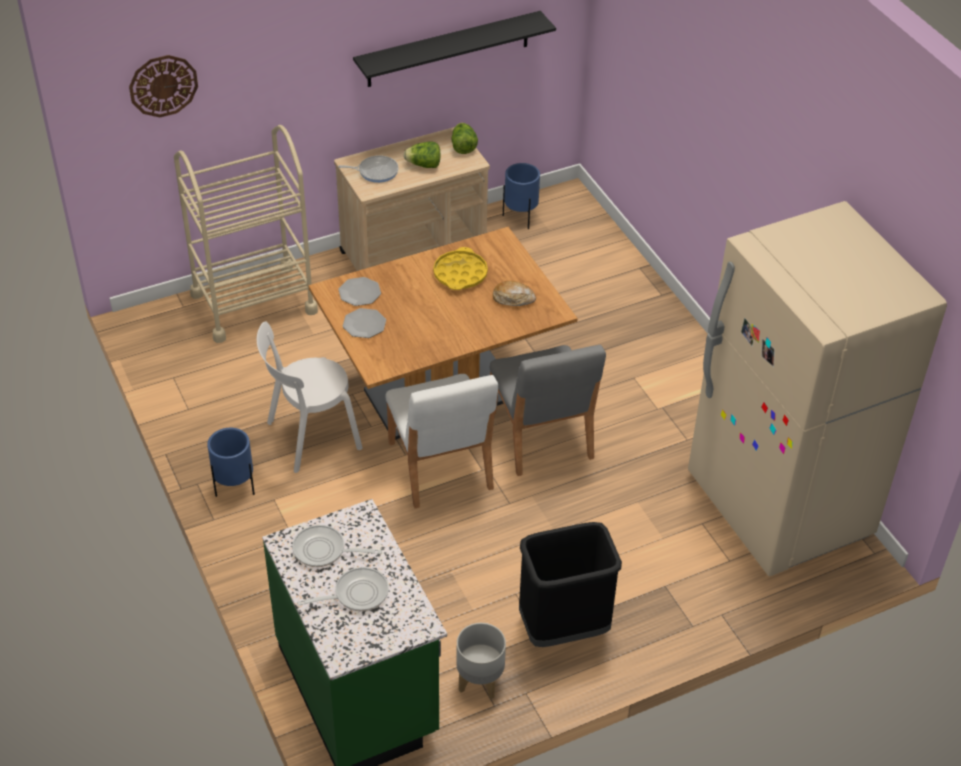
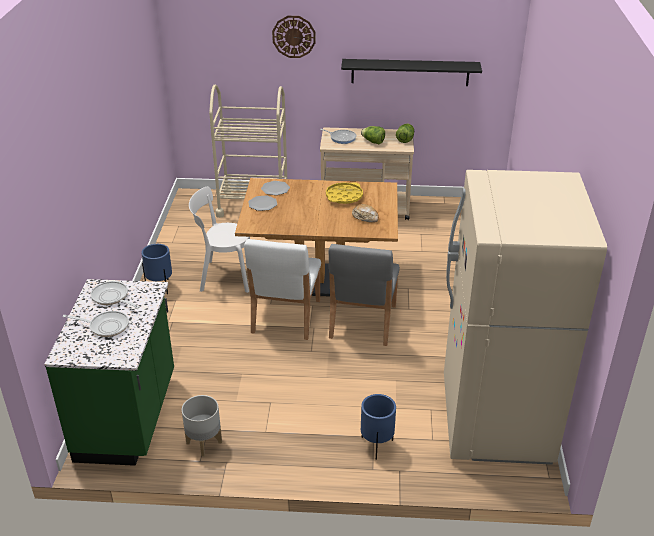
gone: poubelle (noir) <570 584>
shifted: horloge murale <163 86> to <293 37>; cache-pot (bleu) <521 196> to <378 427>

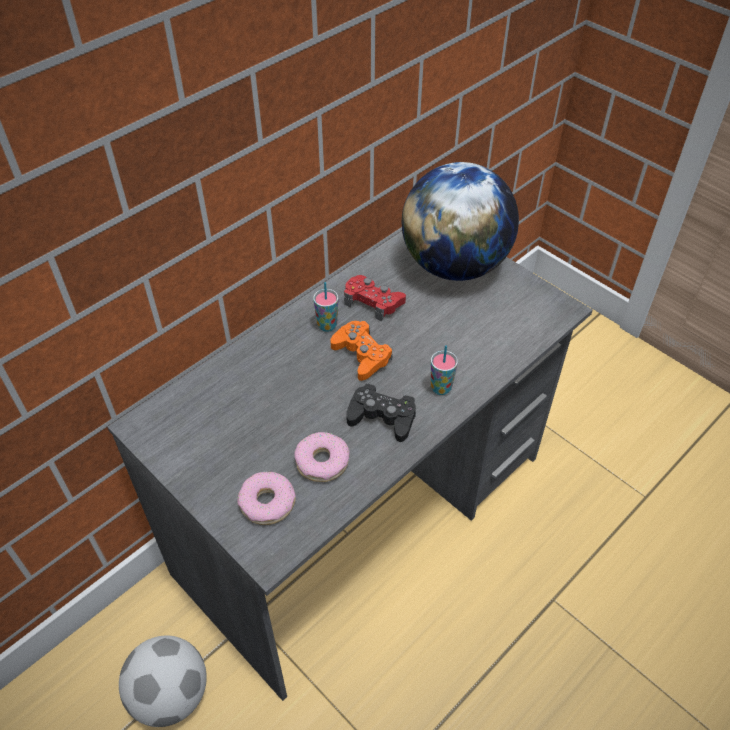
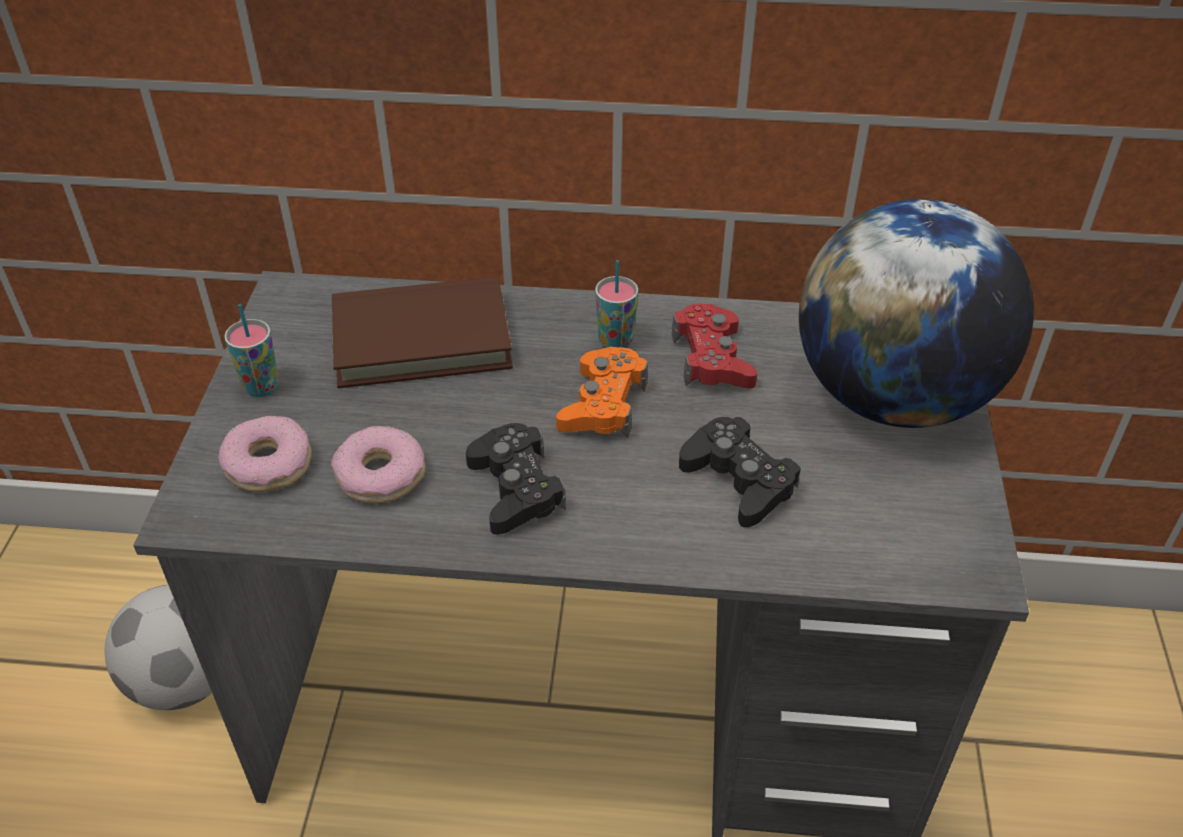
new: livre (marron) <422 332>; manette (noir) <740 472>
shifted: tasse <444 370> to <251 350>

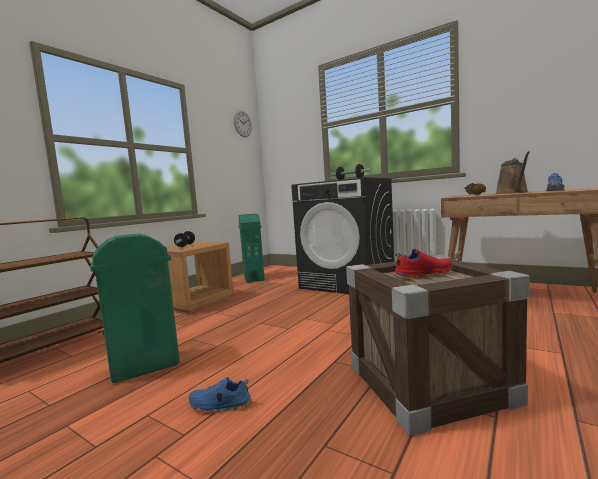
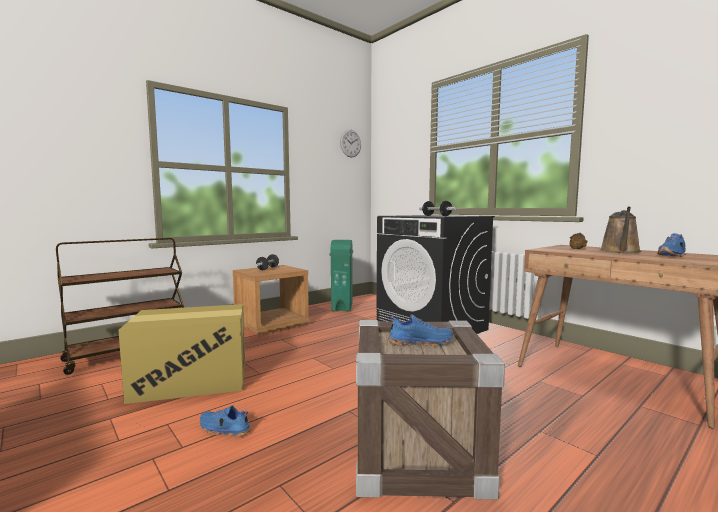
swapped: poubelle (vert) <135 308> to carton <181 354>
repainted: chaussure (rouge) <423 264> to chaussure (bleu) <420 330>

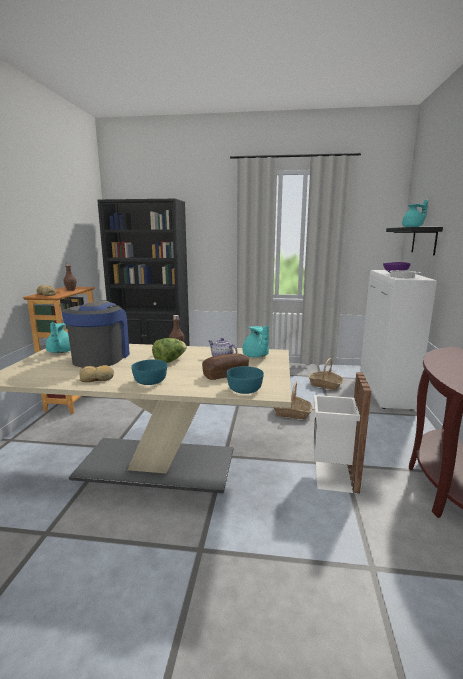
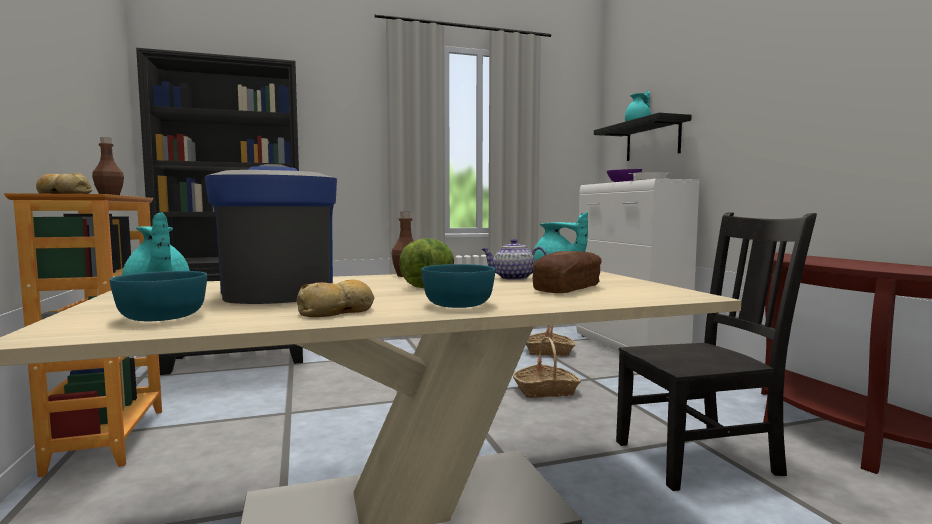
shifted: bol (turquoise) <245 380> to <158 296>
swapped: poubelle (blanc) <342 433> to chaise (noir) <716 351>

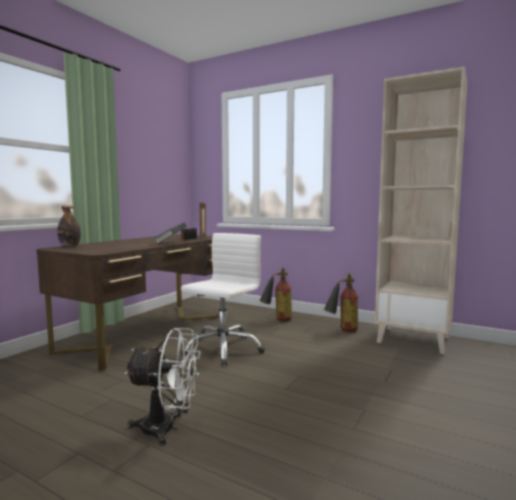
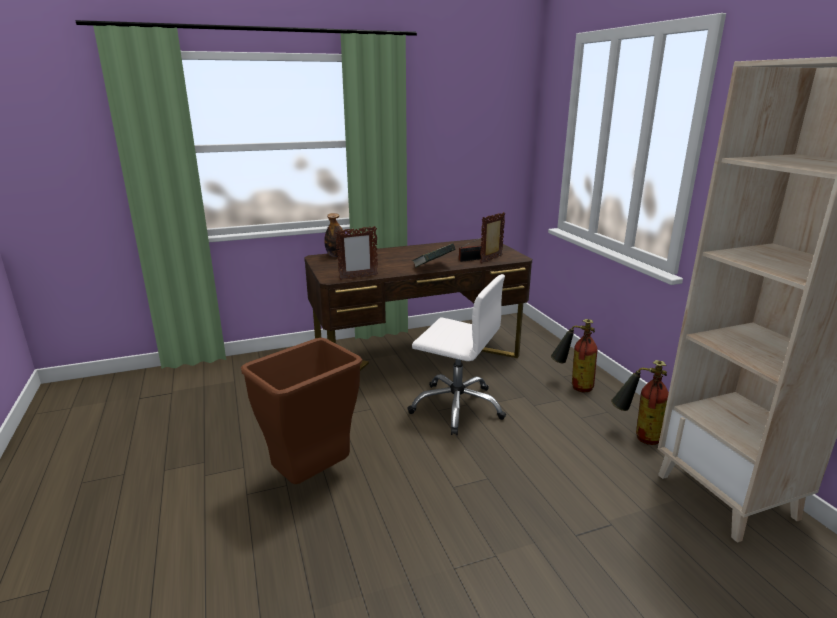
new: cadre photo <356 253>
swapped: ventilateur (blanc) <162 387> to poubelle (marron) <301 411>
rotated: chaise de bureau (blanc) <223 299> = <456 354> 45 degrees clockwise

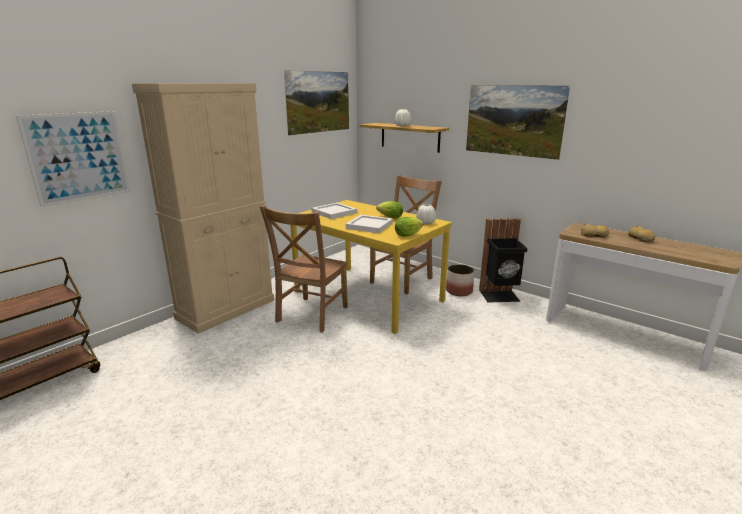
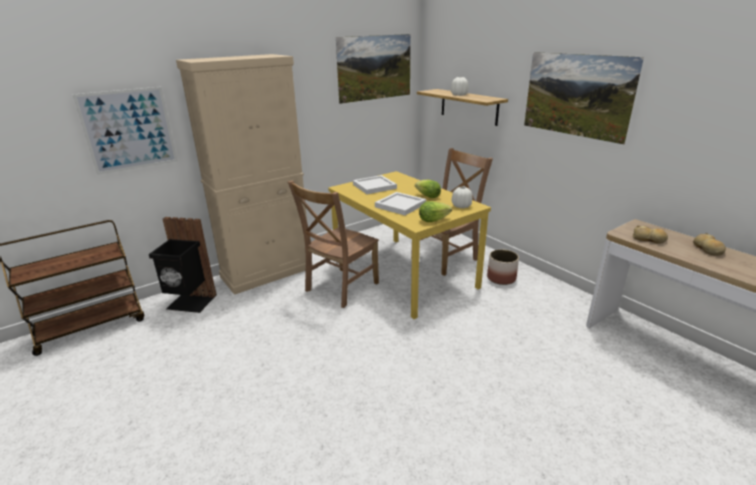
shifted: poubelle (noir) <503 260> to <183 265>

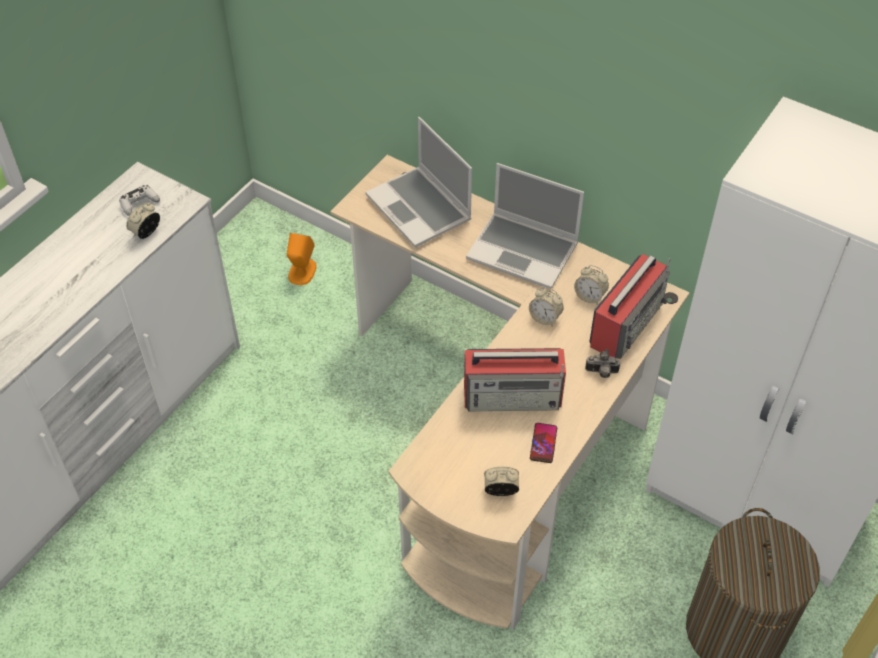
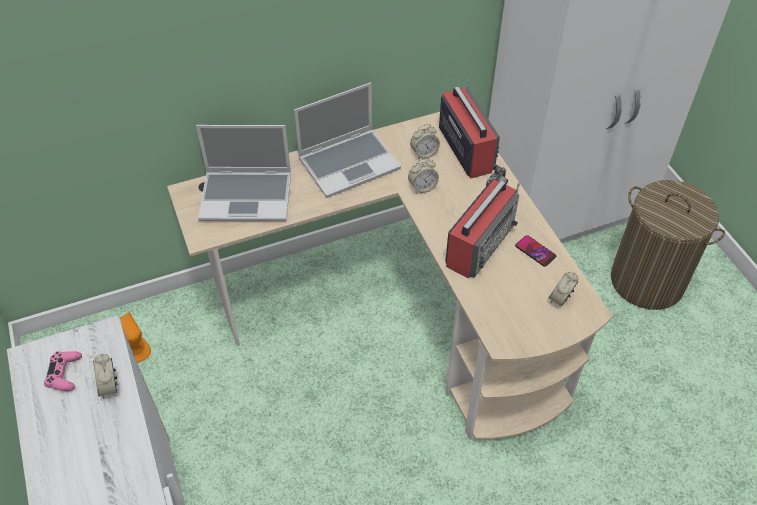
repainted: manette (blanc) <139 200> to manette (rose) <63 371>

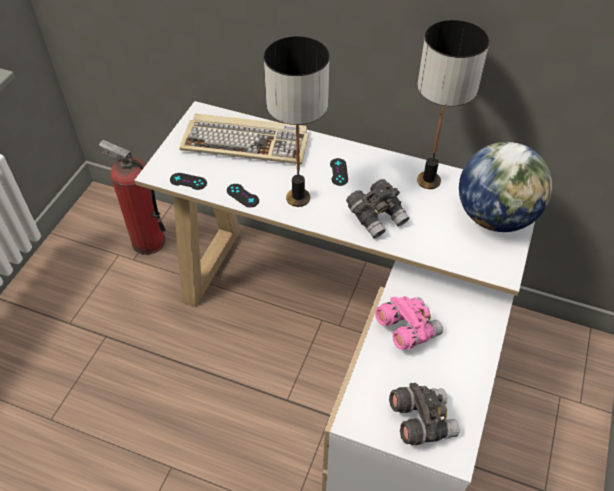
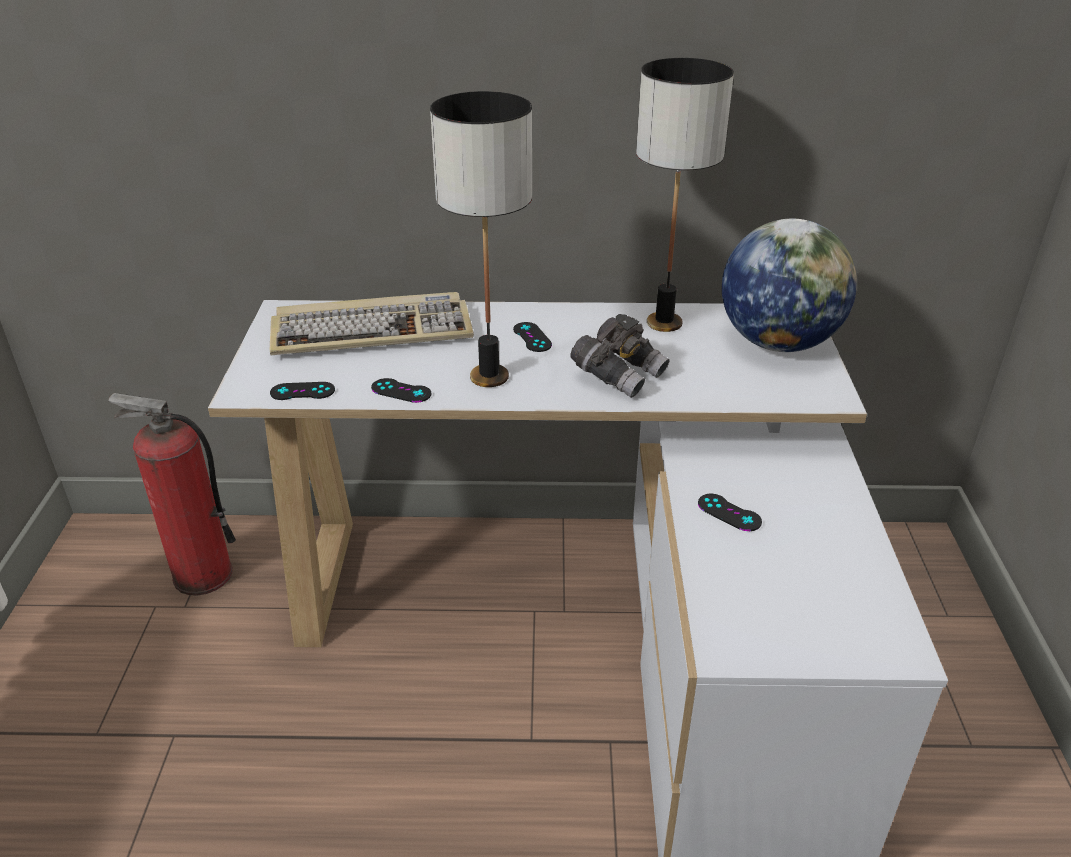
gone: jumelles (gris) <424 414>
swapped: jumelles (rose) <409 323> to manette (noir) <730 512>

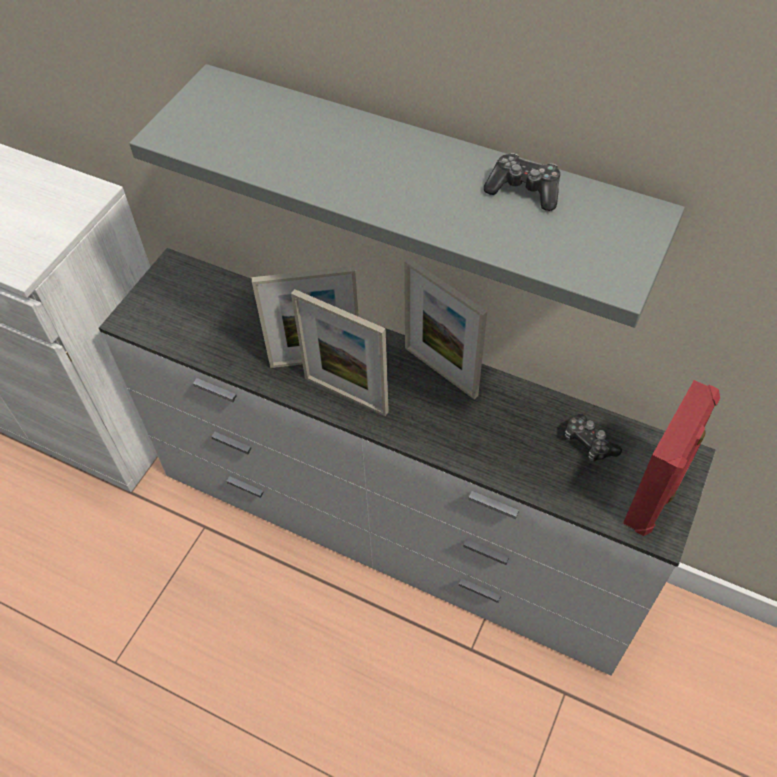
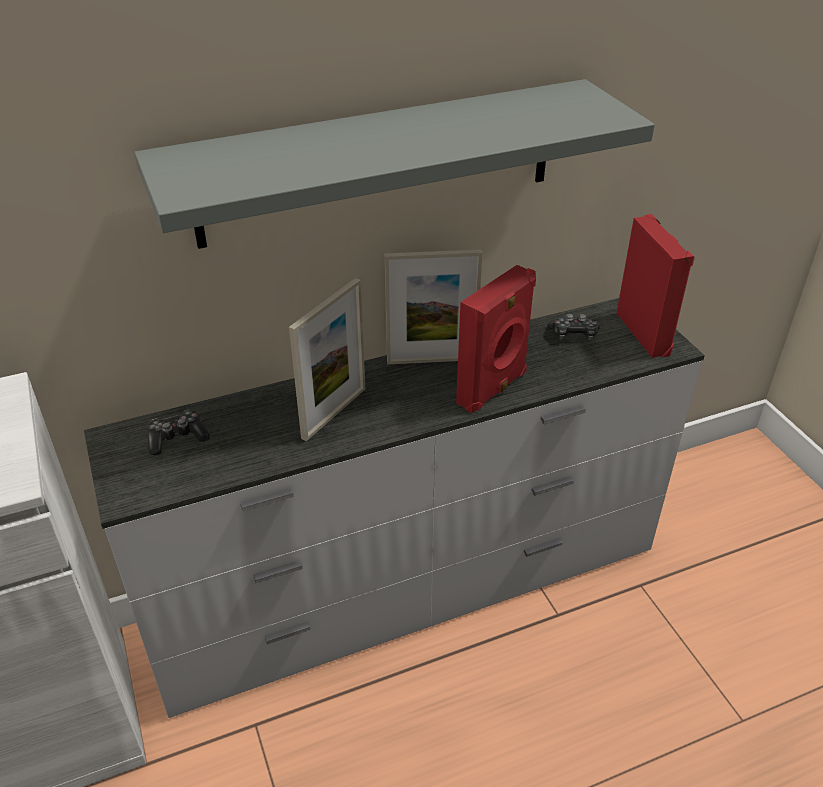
gone: cadre photo <340 352>
new: enceinte (rouge) <496 339>
shifted: manette <522 182> to <178 432>

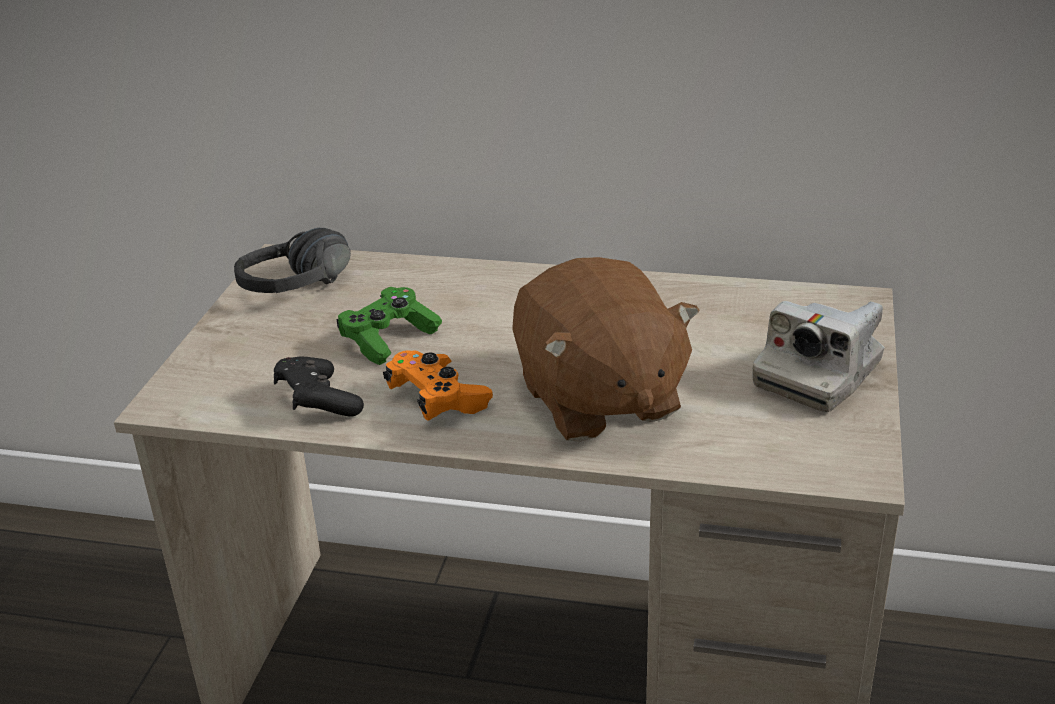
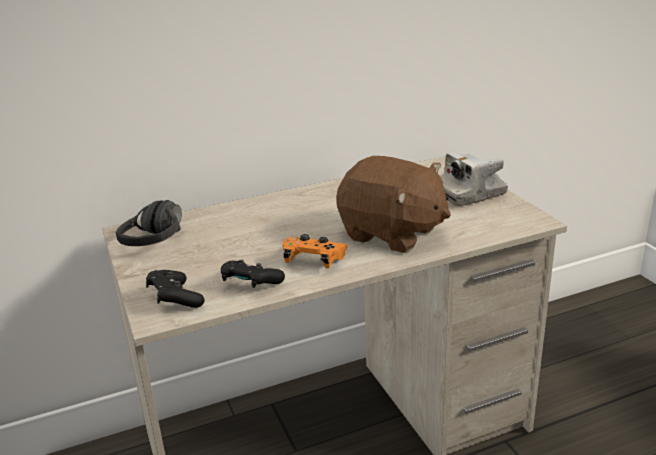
gone: manette (vert) <389 326>
new: manette (noir) <175 289>
rotated: appareil photo <818 356> = <474 178> 60 degrees clockwise

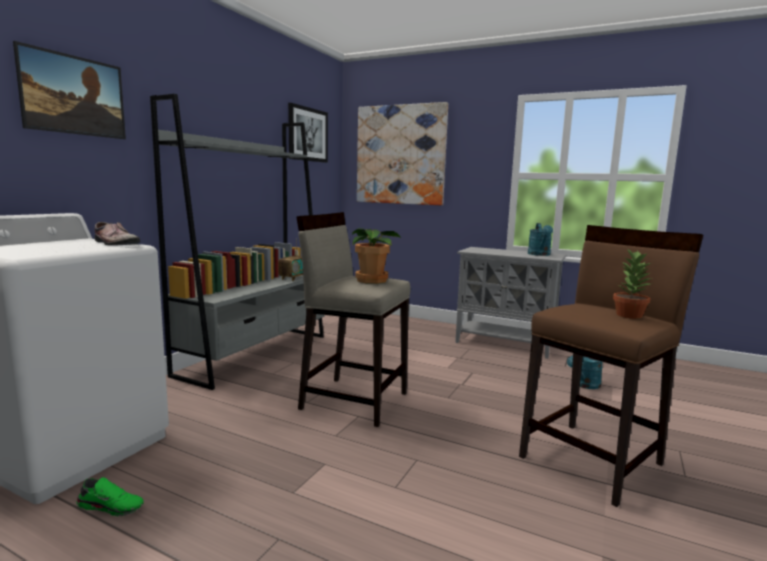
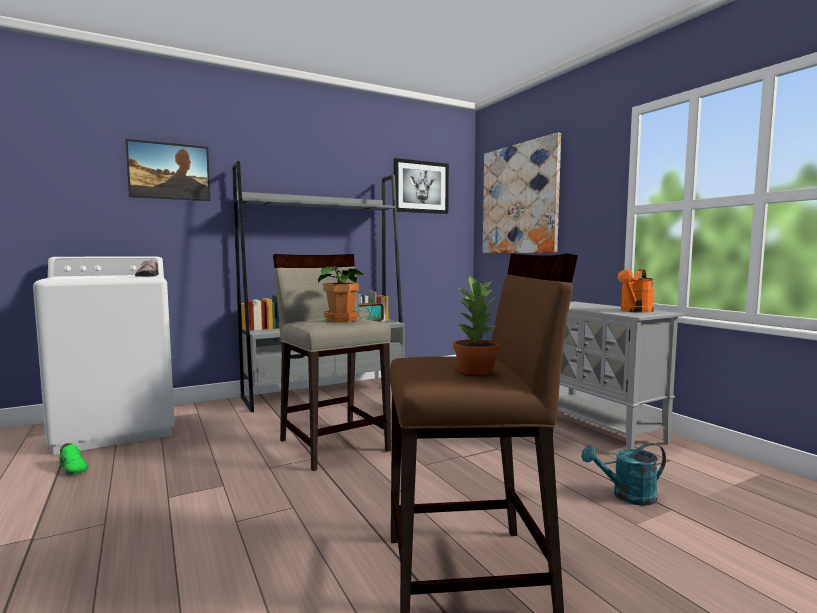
repainted: arrosoir (turquoise) <540 239> to arrosoir (orange) <636 291>

